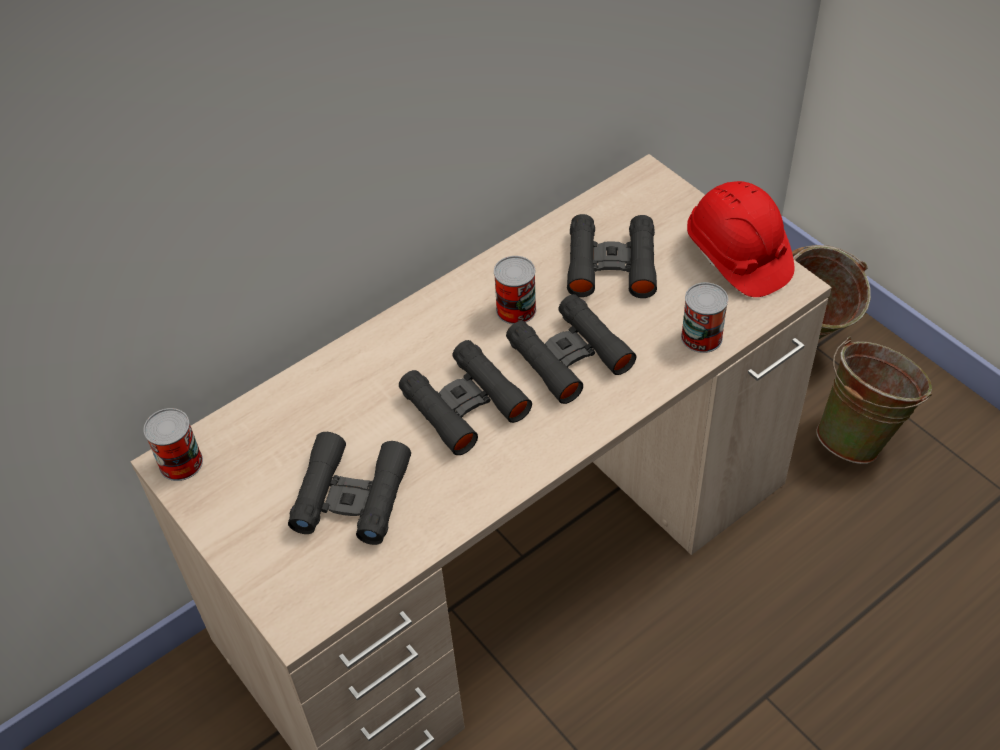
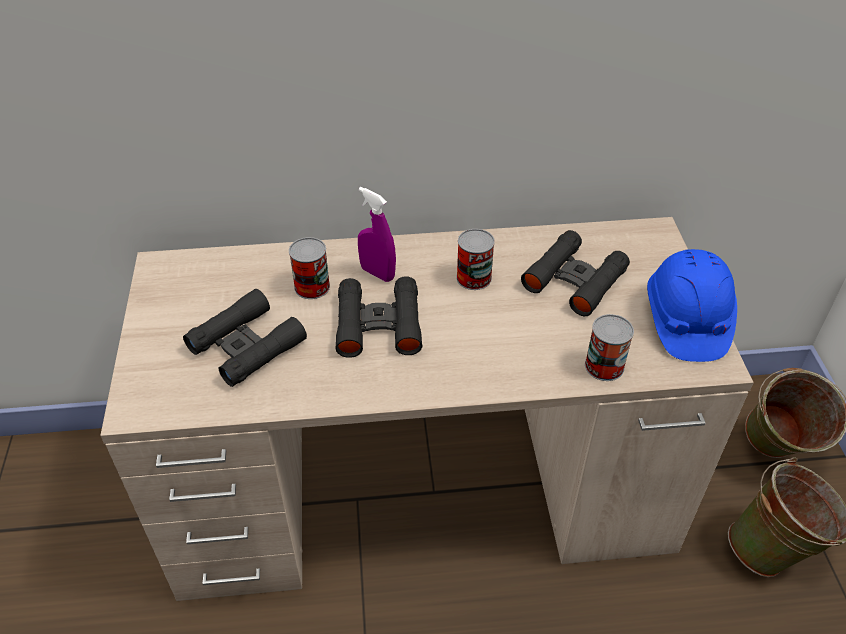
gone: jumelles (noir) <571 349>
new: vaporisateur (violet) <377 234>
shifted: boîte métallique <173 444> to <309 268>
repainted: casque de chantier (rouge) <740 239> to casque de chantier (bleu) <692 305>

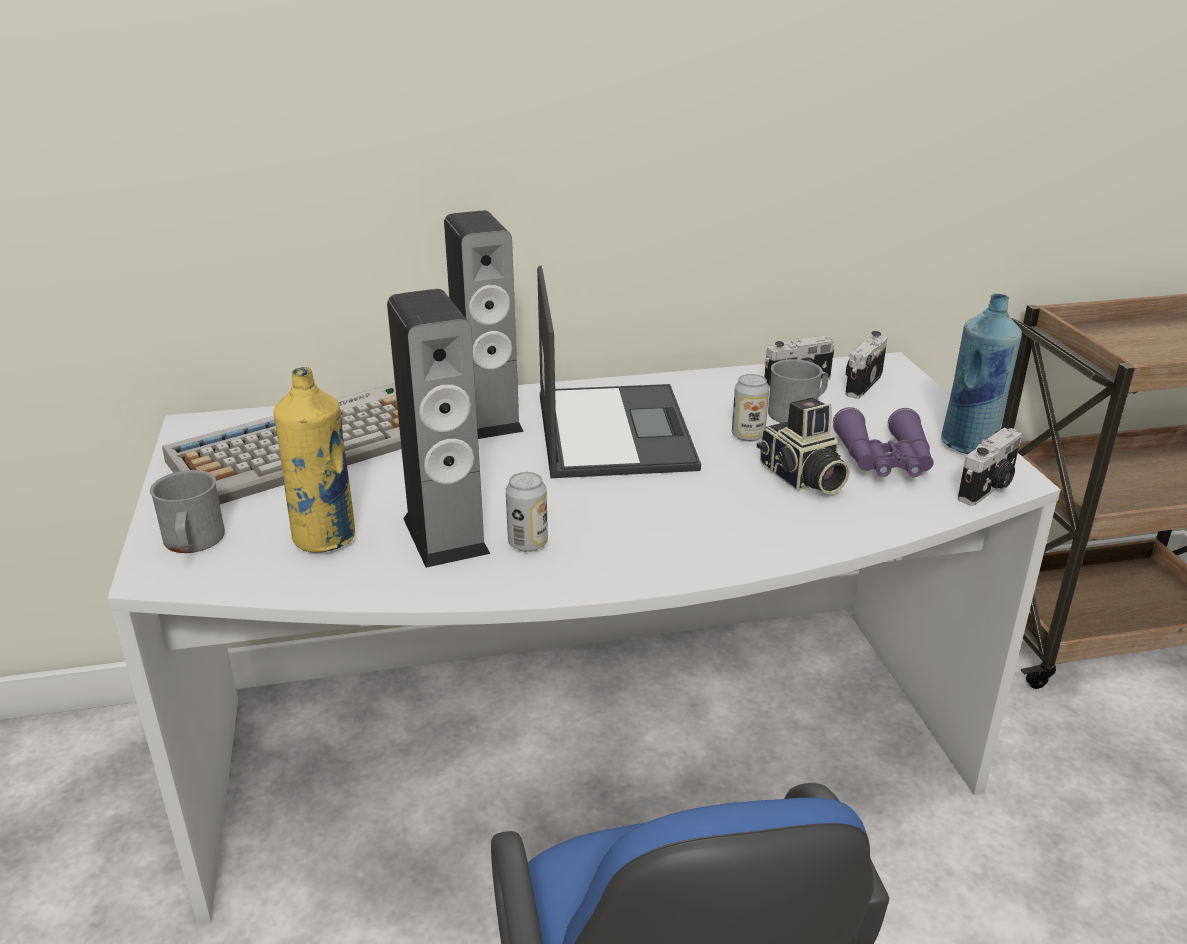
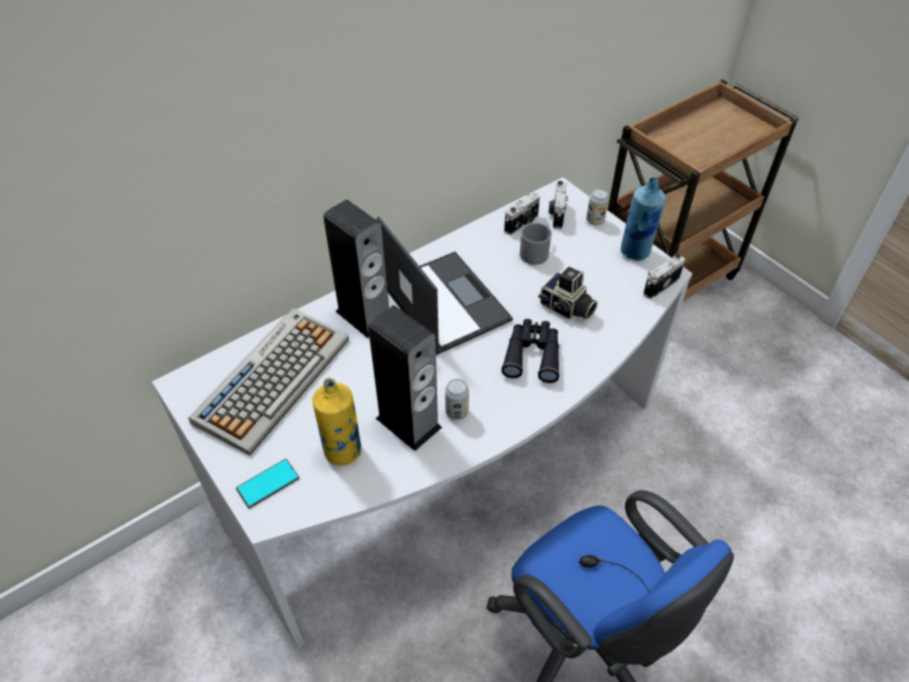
gone: jumelles (violet) <883 442>
new: jumelles (noir) <530 351>
shifted: boîte métallique <750 408> to <597 207>
swapped: mug (gris) <187 511> to téléphone <267 484>
rotated: appareil photo <990 467> = <664 276> 150 degrees counterclockwise

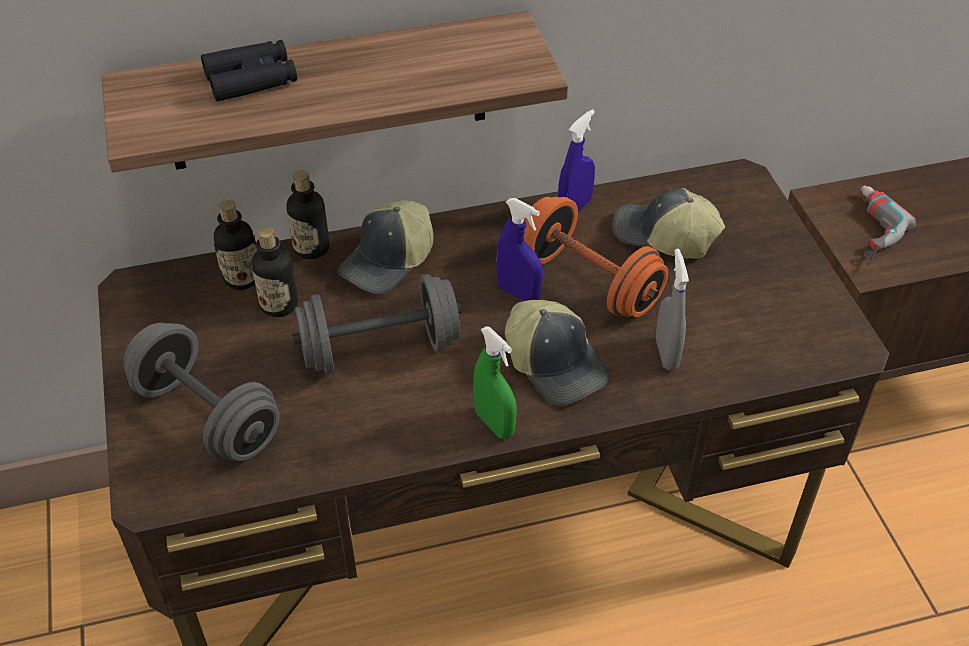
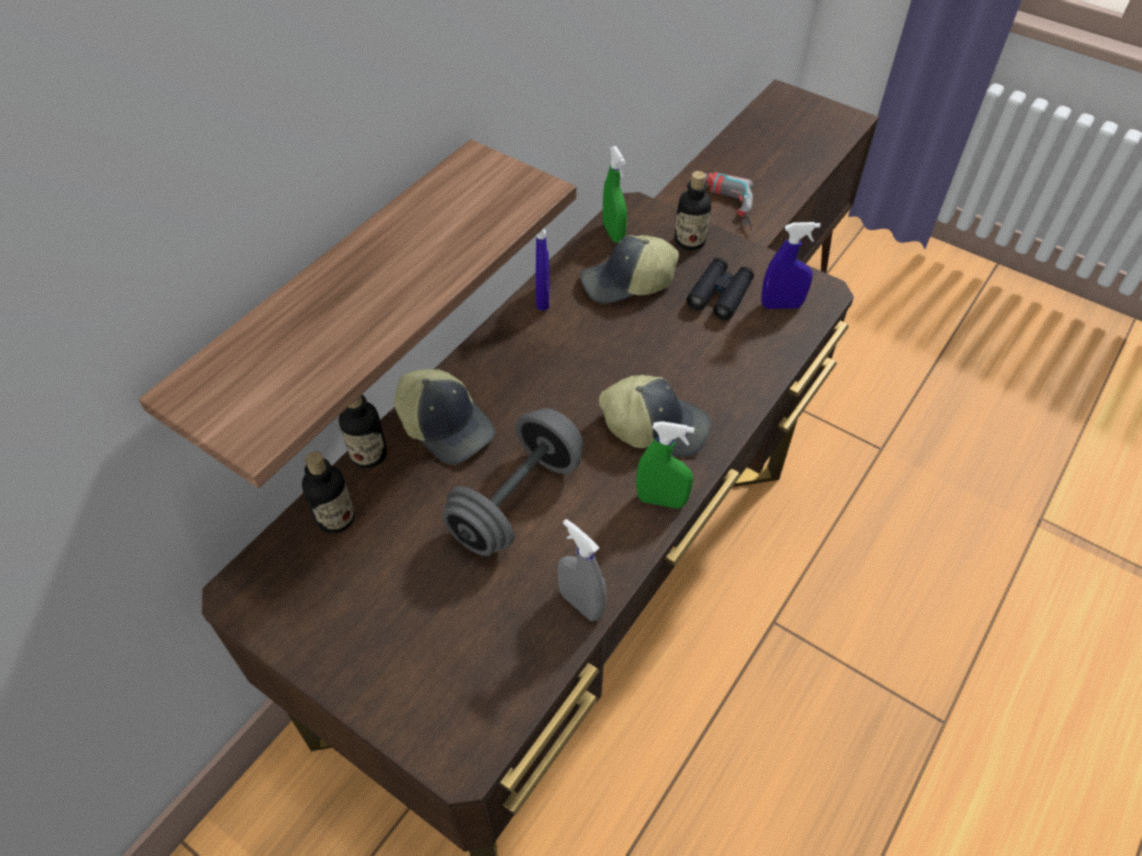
gone: haltère (gris) <201 392>; haltère (orange) <596 257>
new: vaporisateur (vert) <615 194>
shifted: jumelles (noir) <249 71> to <720 289>; bouteille <274 271> to <693 211>; vaporisateur (bleu) <519 249> to <791 265>; vaporisateur (gris) <672 310> to <582 570>
rotated: casquette <386 247> = <444 417> 45 degrees counterclockwise

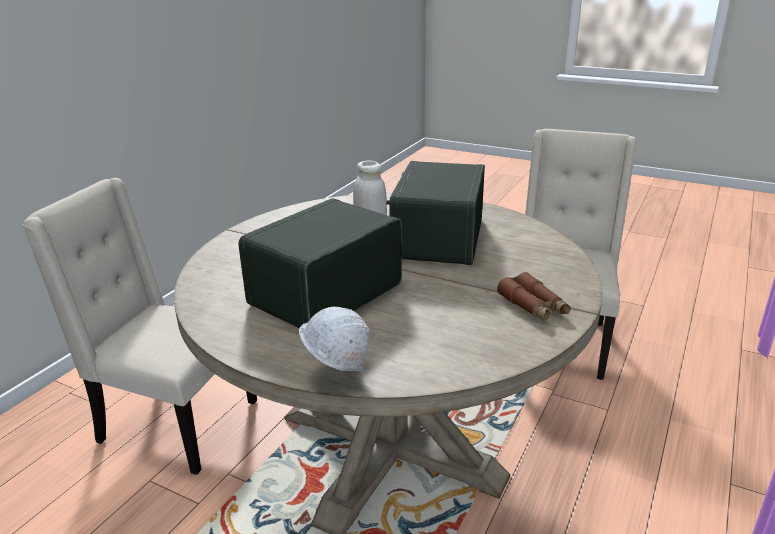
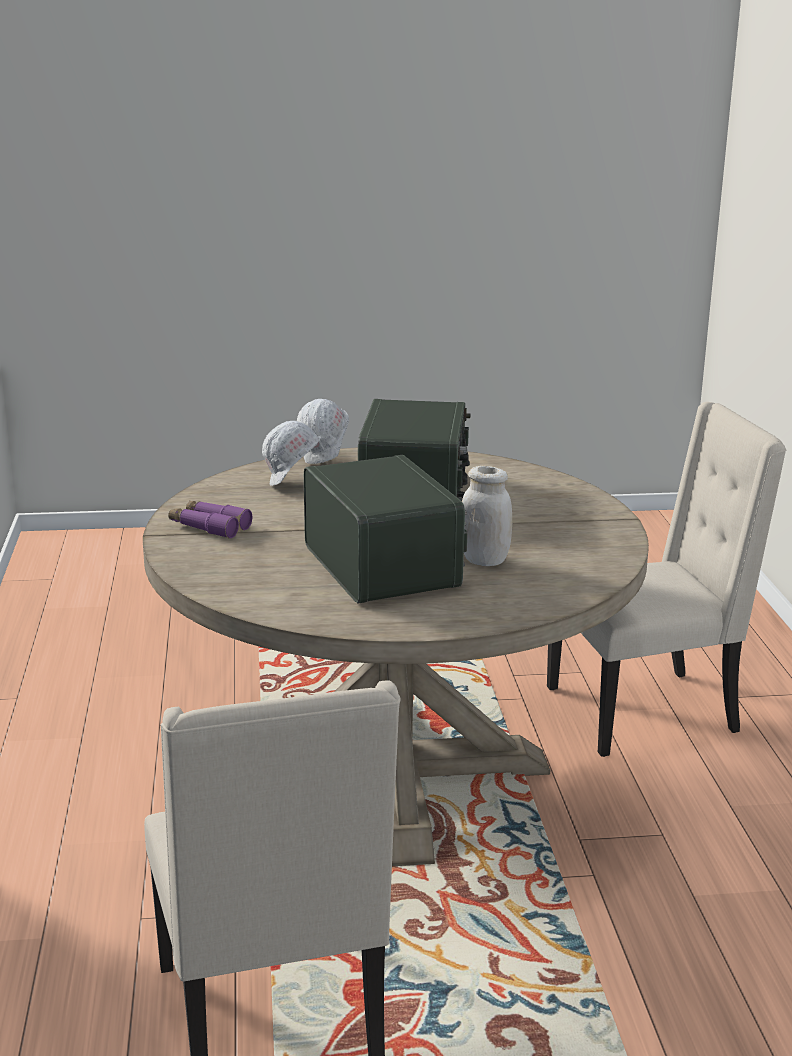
new: casque de chantier (blanc) <291 453>
repainted: jumelles (marron) <534 296> to jumelles (violet) <210 520>

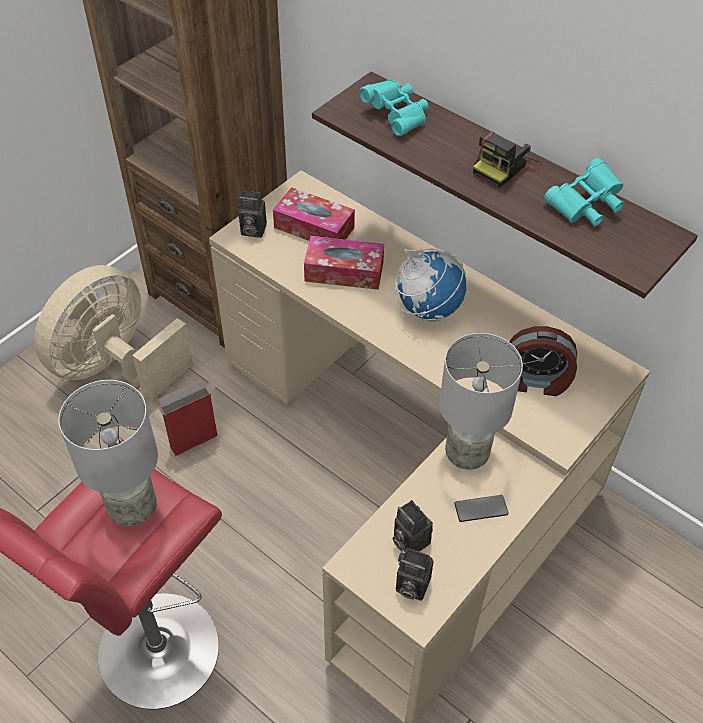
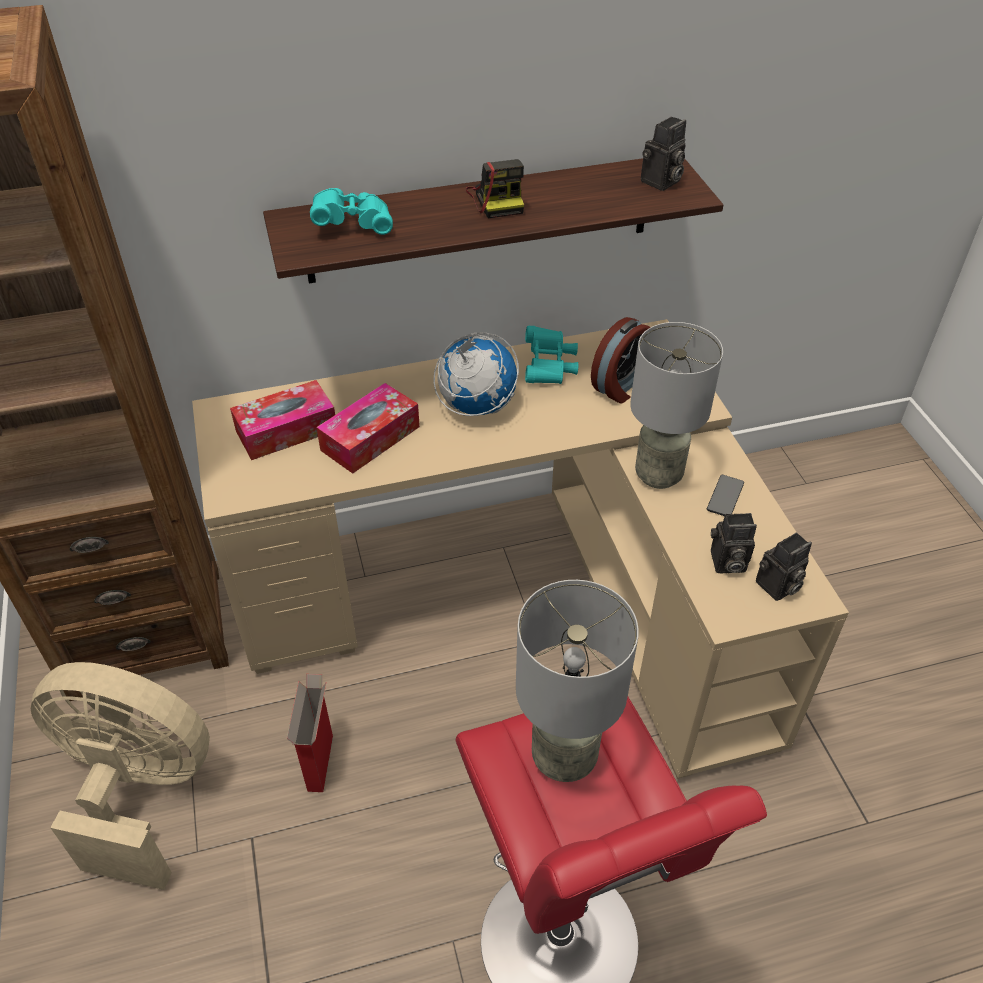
shifted: appareil photo <252 214> to <663 154>; jumelles (turquoise) <584 192> to <551 355>
rotated: ventilateur (beige) <113 333> = <120 776> 120 degrees clockwise

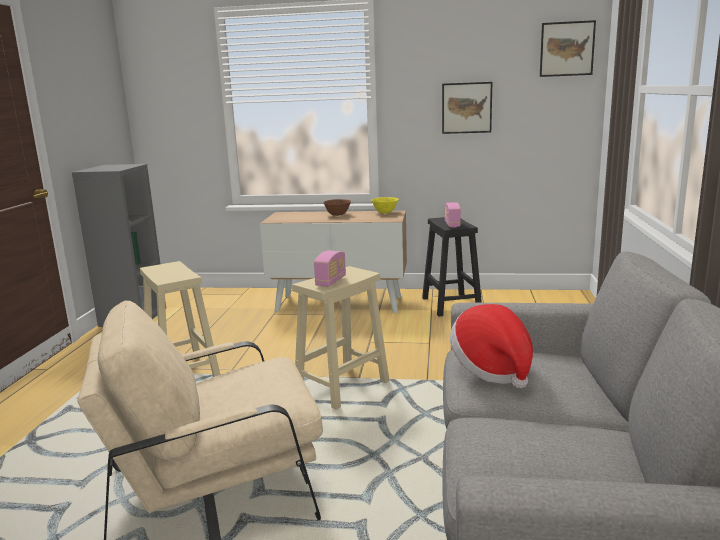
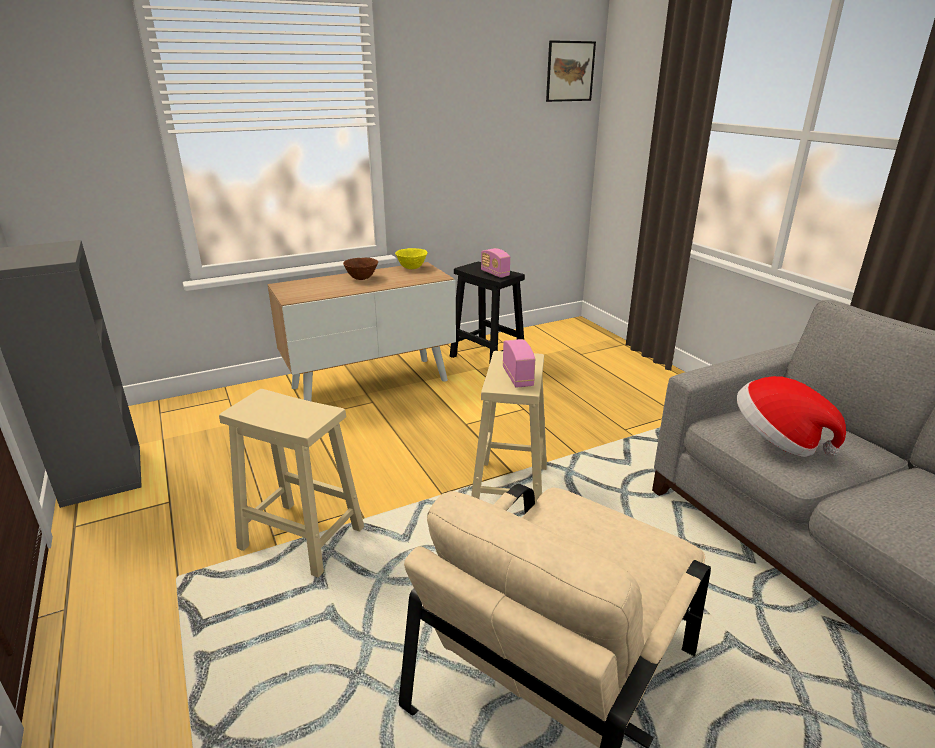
gone: tableau <467 108>

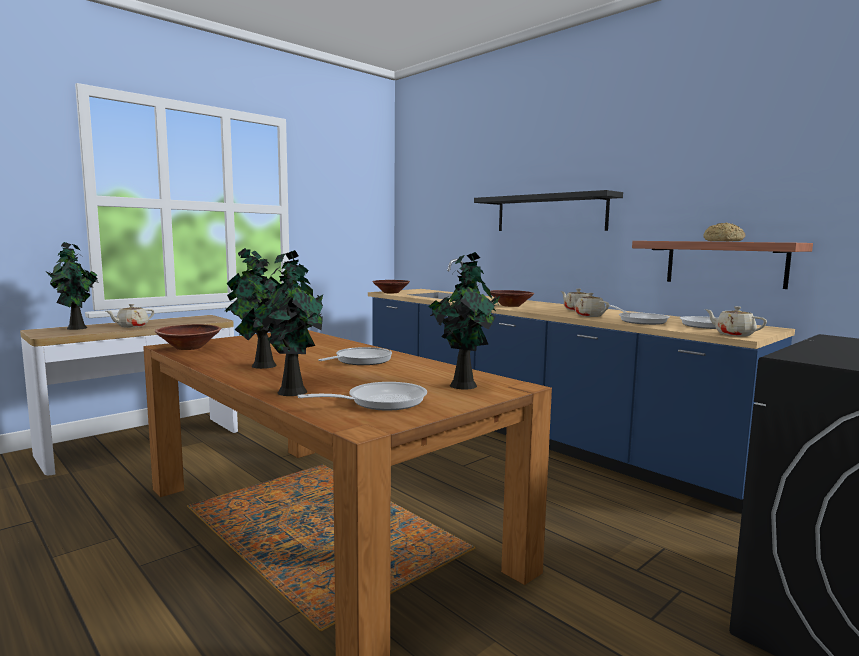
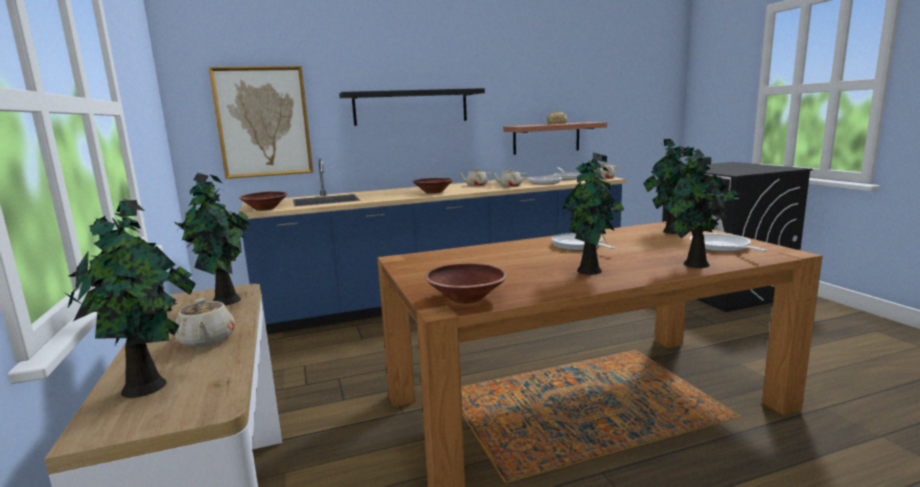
new: plante en pot <213 239>; tableau <261 122>

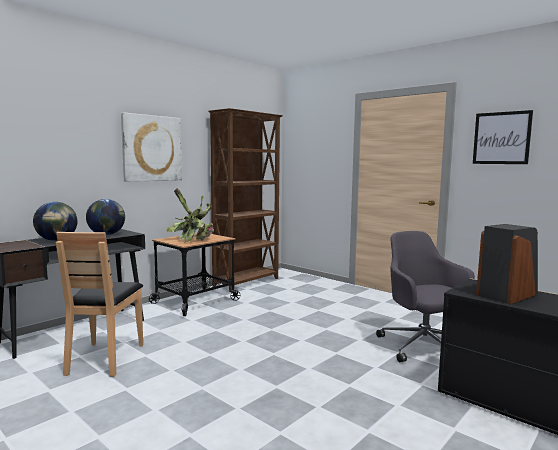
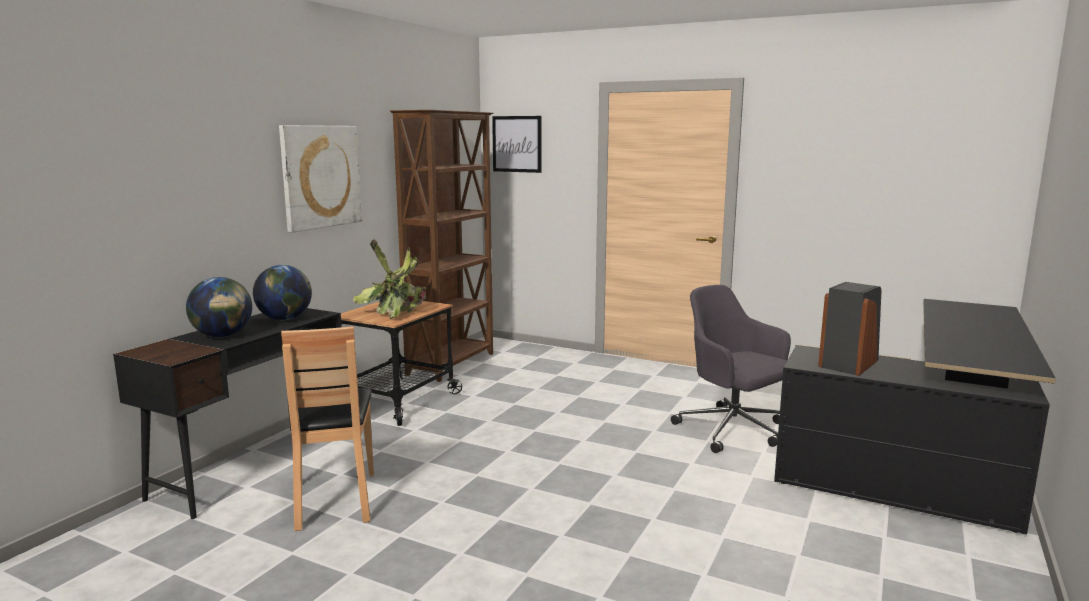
shifted: tableau <503 137> to <516 144>

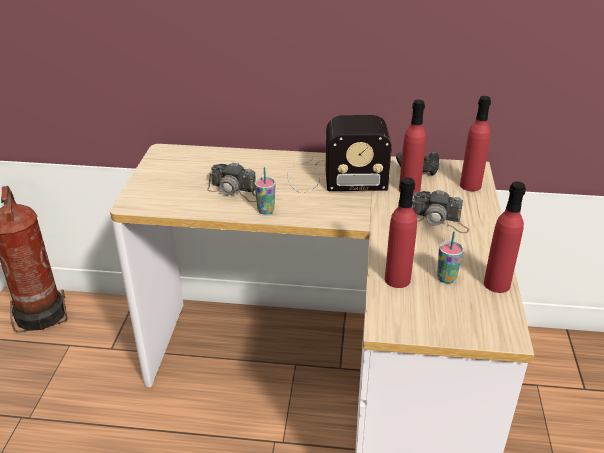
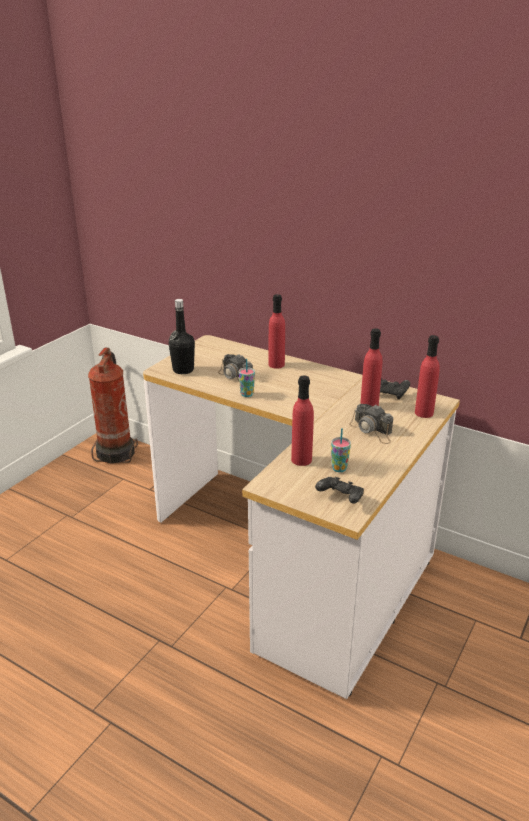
gone: radio <340 154>
new: bouteille (noir) <181 336>; manette (noir) <339 490>
shifted: bouteille (rouge) <505 237> to <277 331>

